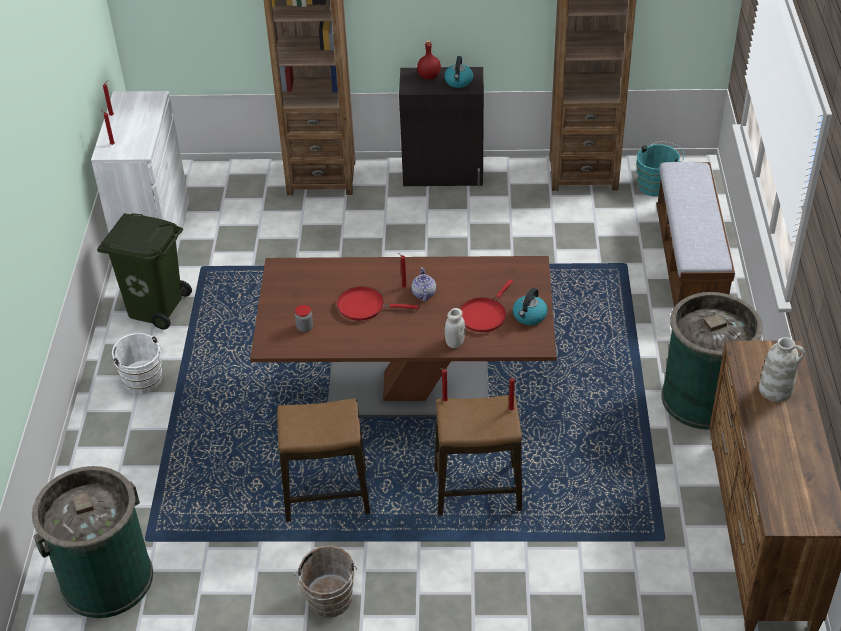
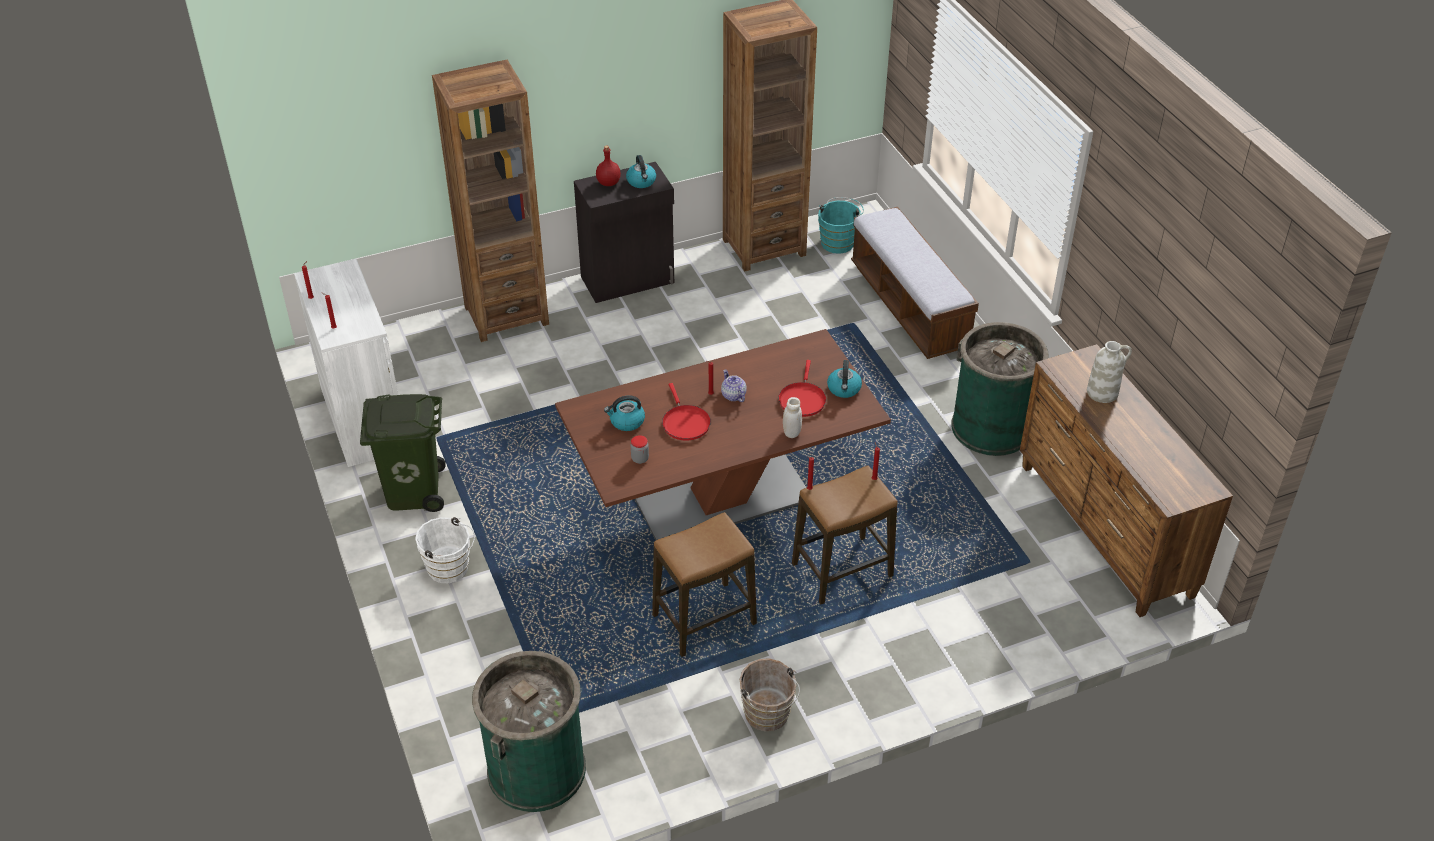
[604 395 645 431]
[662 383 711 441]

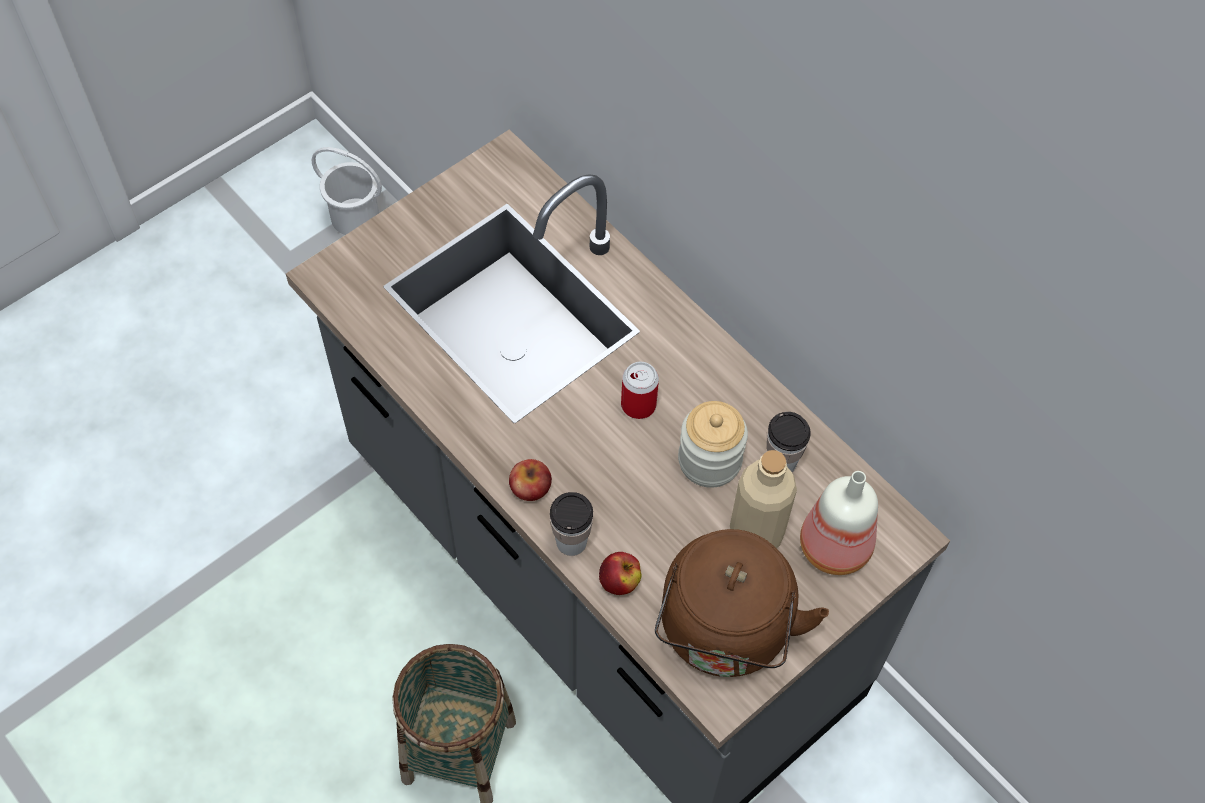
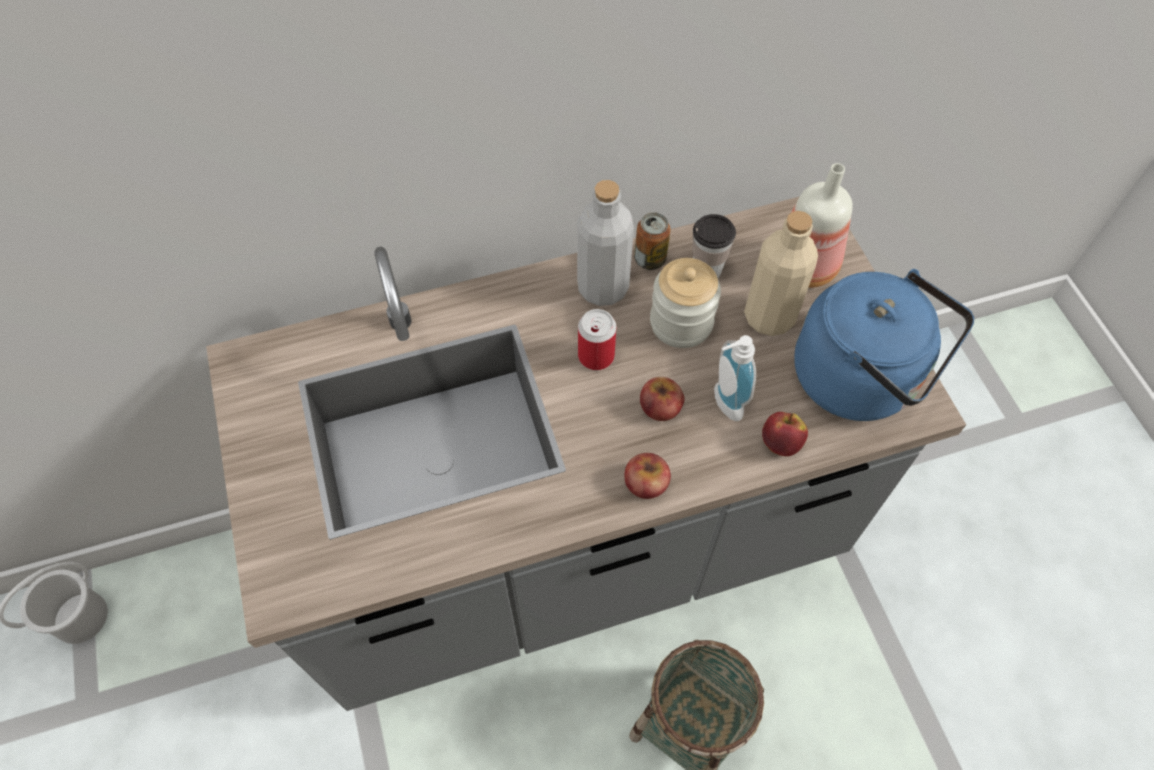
[550 492 593 556] (first image)
[577 180 634 306]
[634 213 671 270]
[640 377 685 421]
[714 335 756 421]
[794 269 974 421]

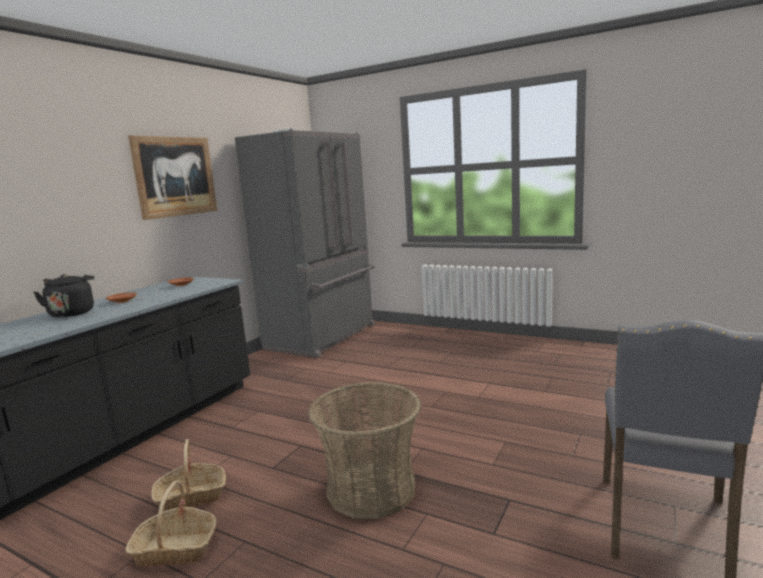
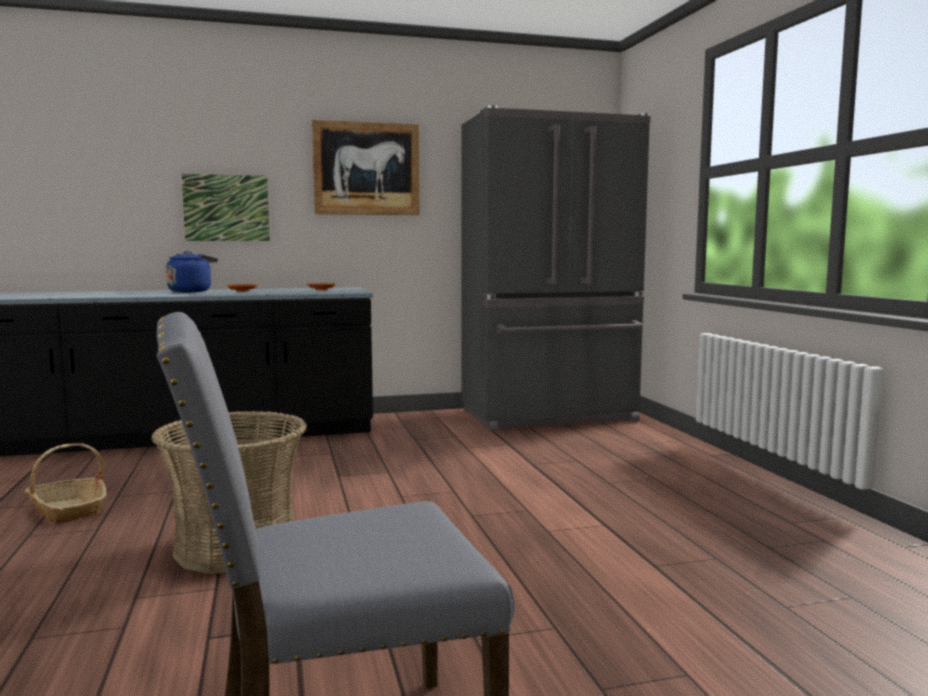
[151 439 226 512] (first image)
[182 174 270 241]
[166 251 218 292]

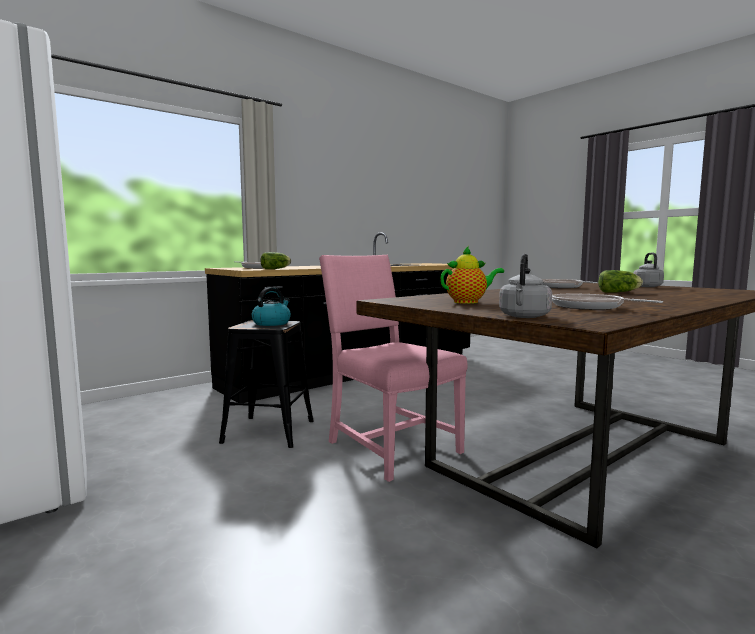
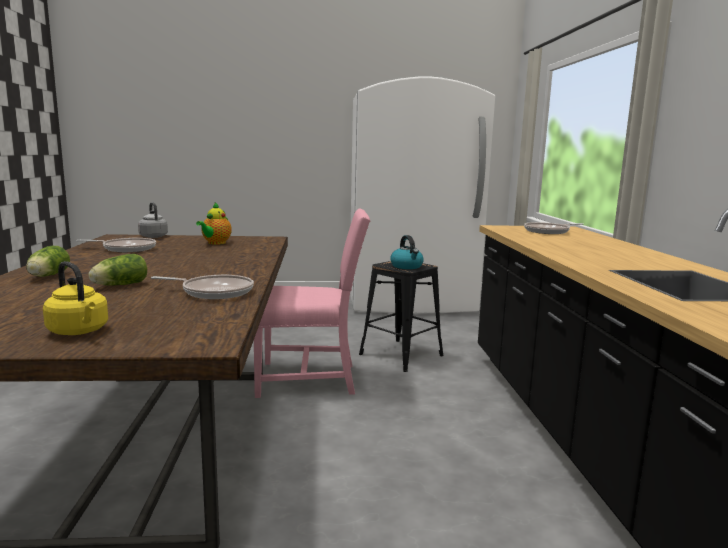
[26 246 70 277]
[43 261 108 335]

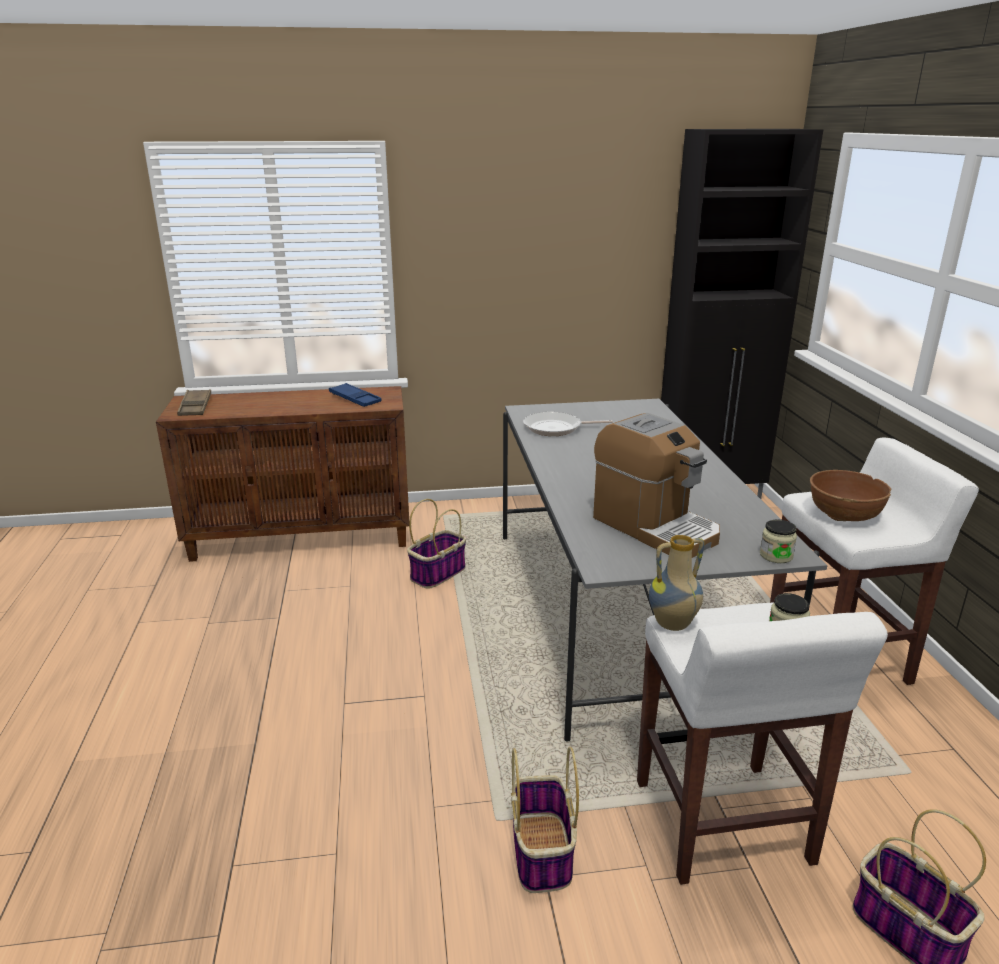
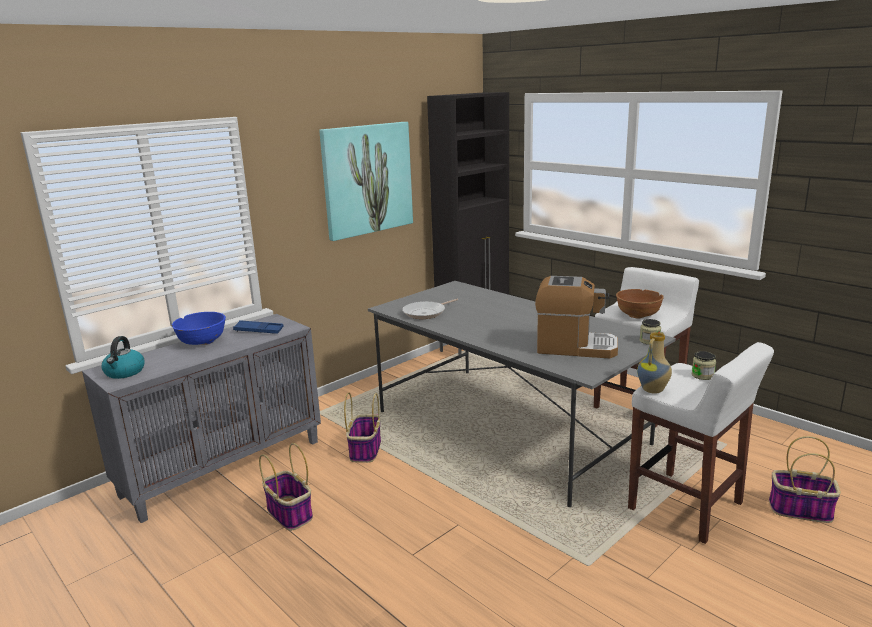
[172 312 226 345]
[319 122 413 241]
[259 443 313 531]
[101 336 145 379]
[82 314 321 523]

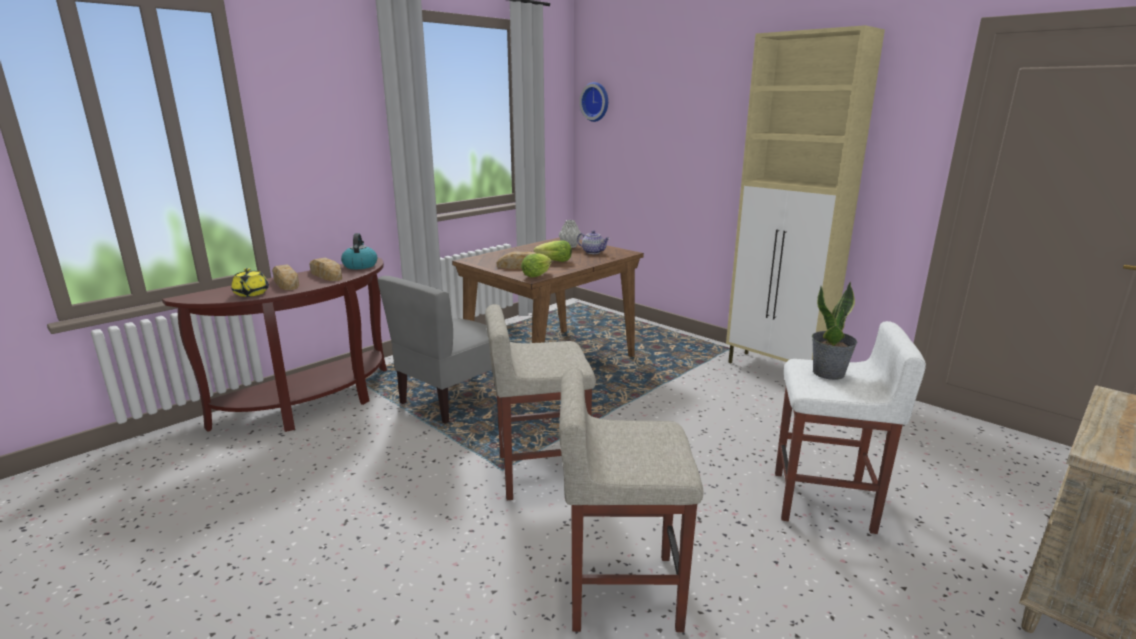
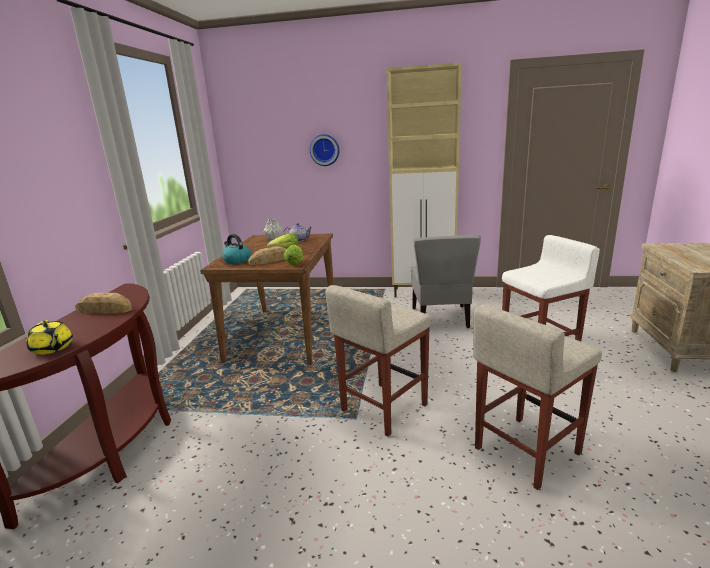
[272 264 299 290] (first image)
[812 282 857 380] (first image)
[222 234 251 264]
[411 235 481 328]
[310 134 339 166]

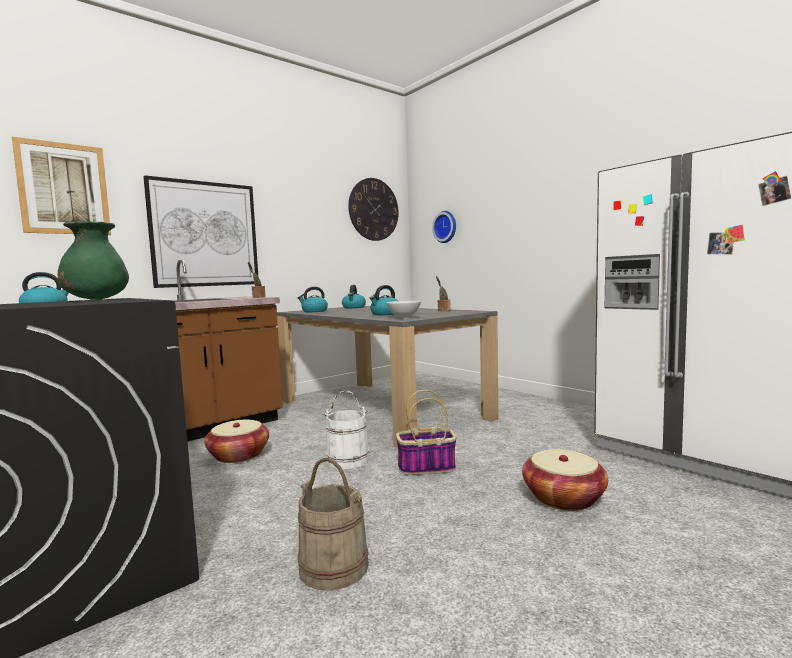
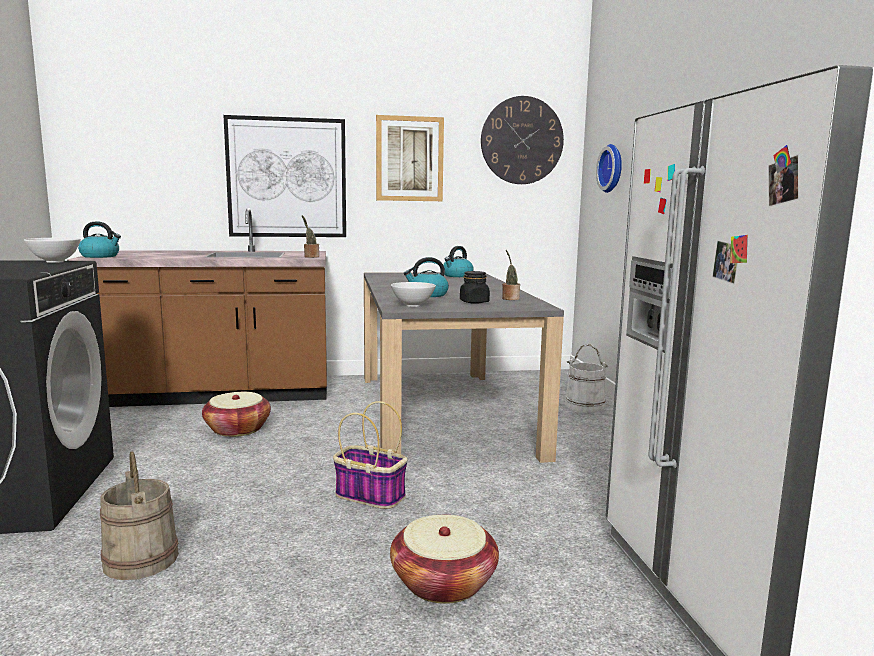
[298 287 328 312] (first image)
[460 271 490 304]
[376 115 444 201]
[565 344 609 413]
[24 238 81 263]

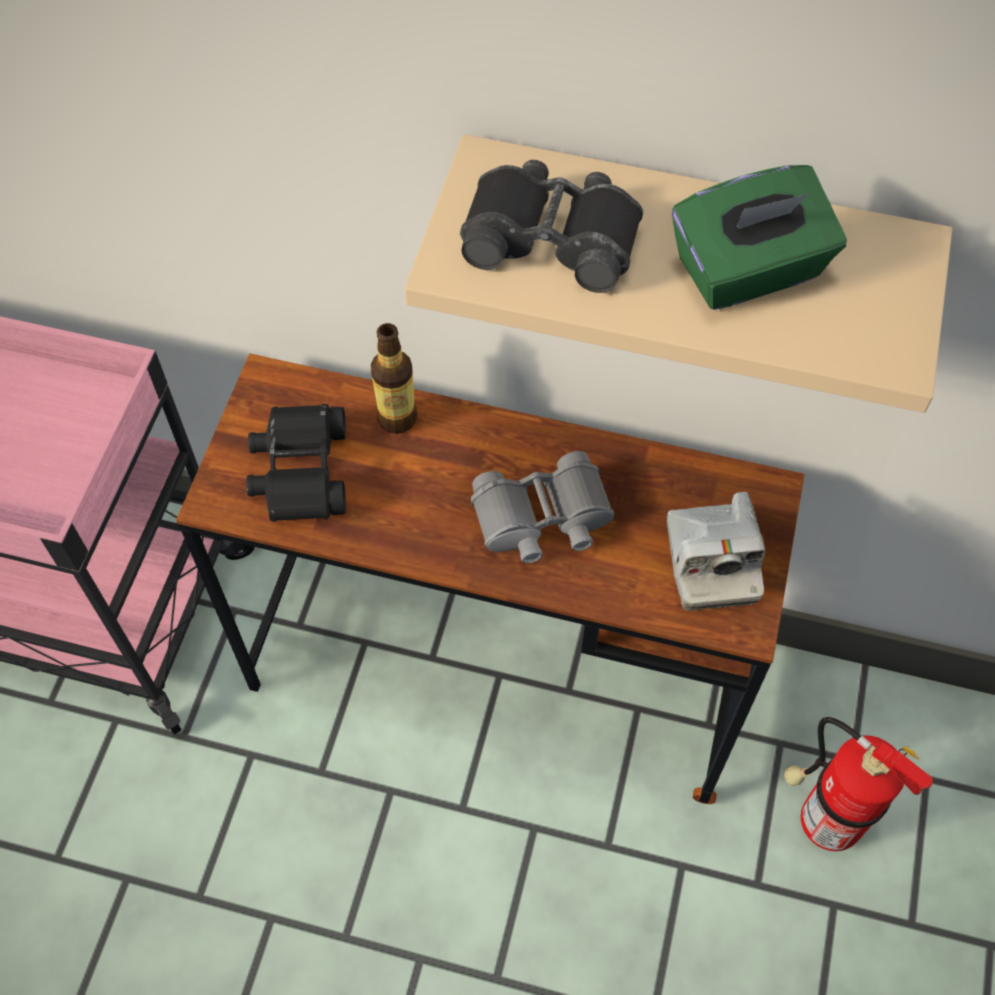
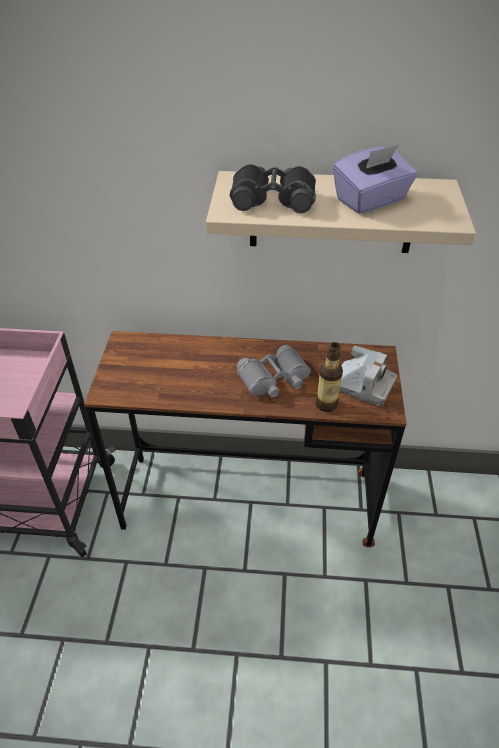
[246 404 346 522] (first image)
[784 717 933 851] (first image)
[315 342 343 412]
[333 145 418 214]
[339 345 397 406]

